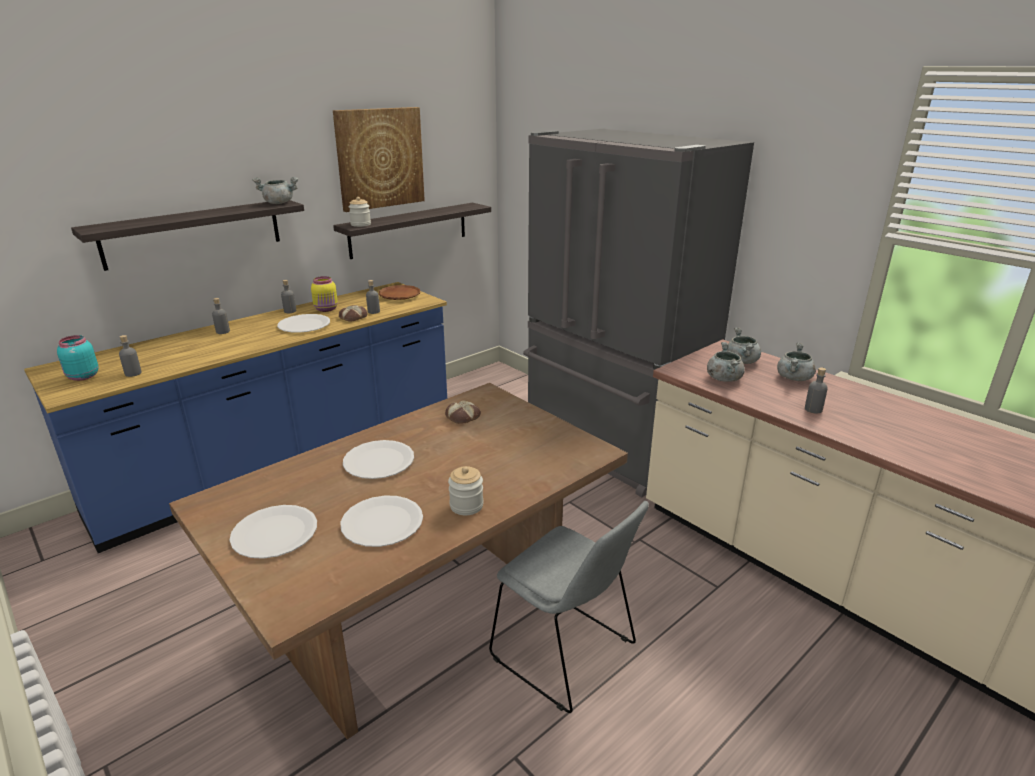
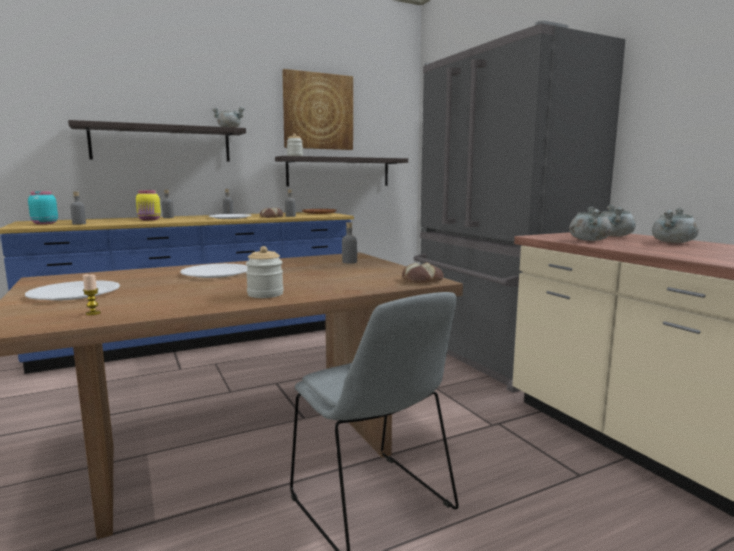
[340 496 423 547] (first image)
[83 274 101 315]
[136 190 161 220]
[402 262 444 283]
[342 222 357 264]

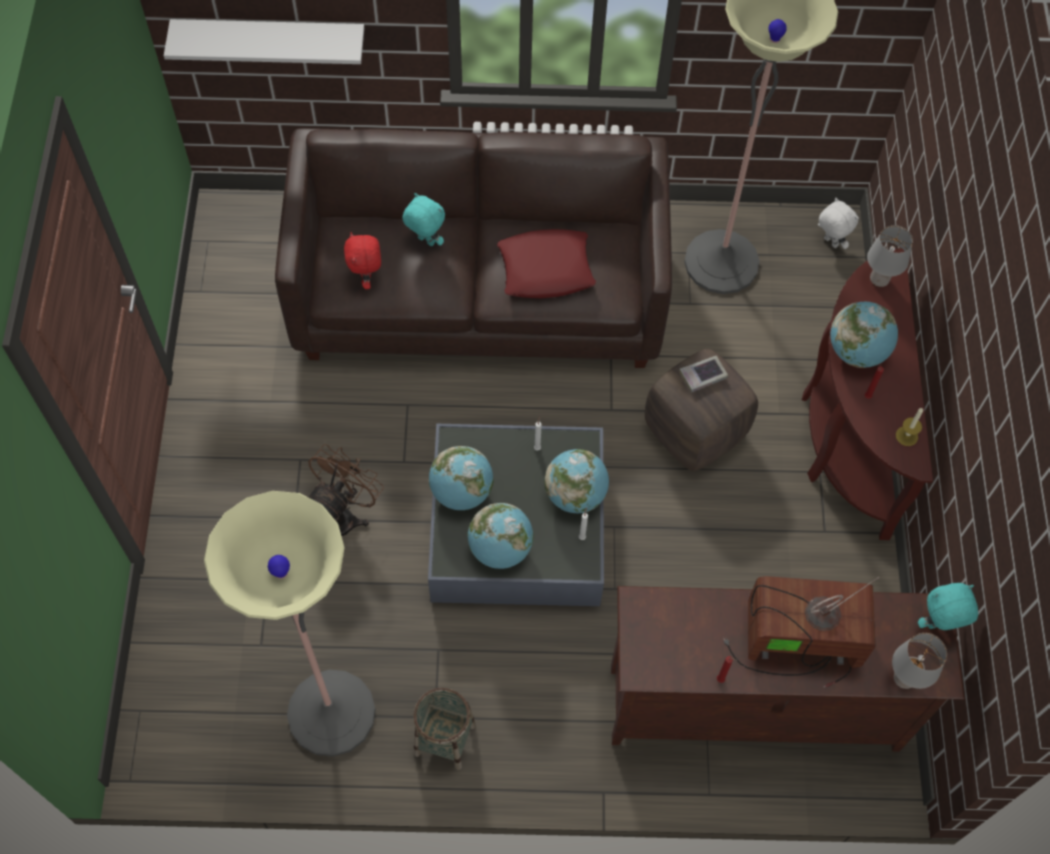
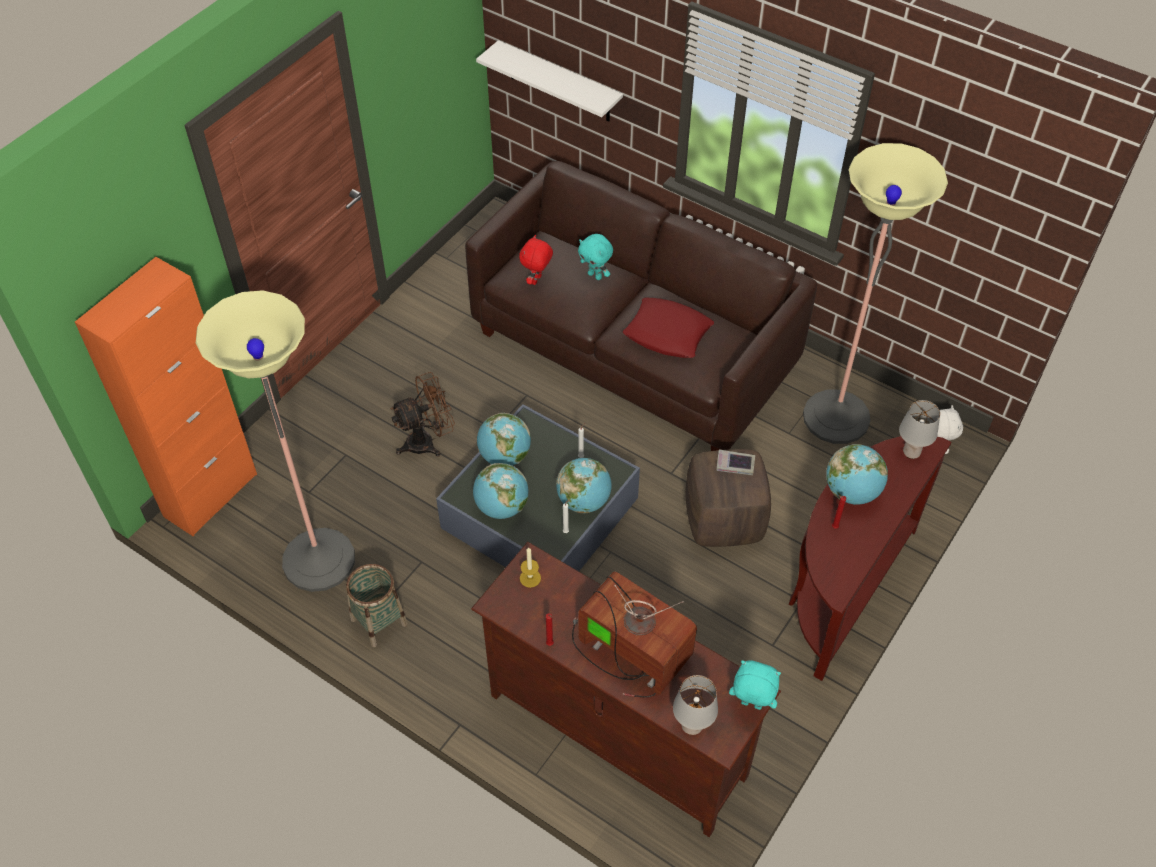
[75 257 257 536]
[520 547 541 588]
[578 234 613 280]

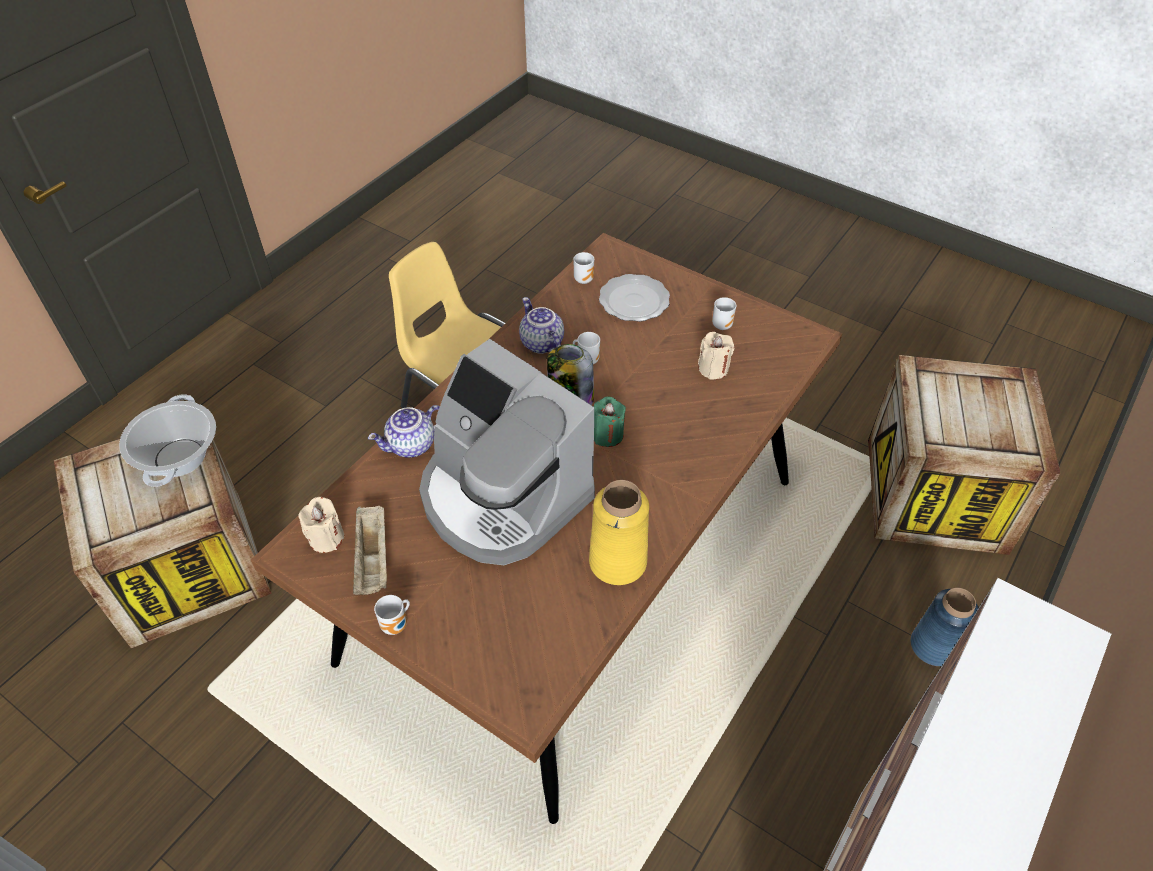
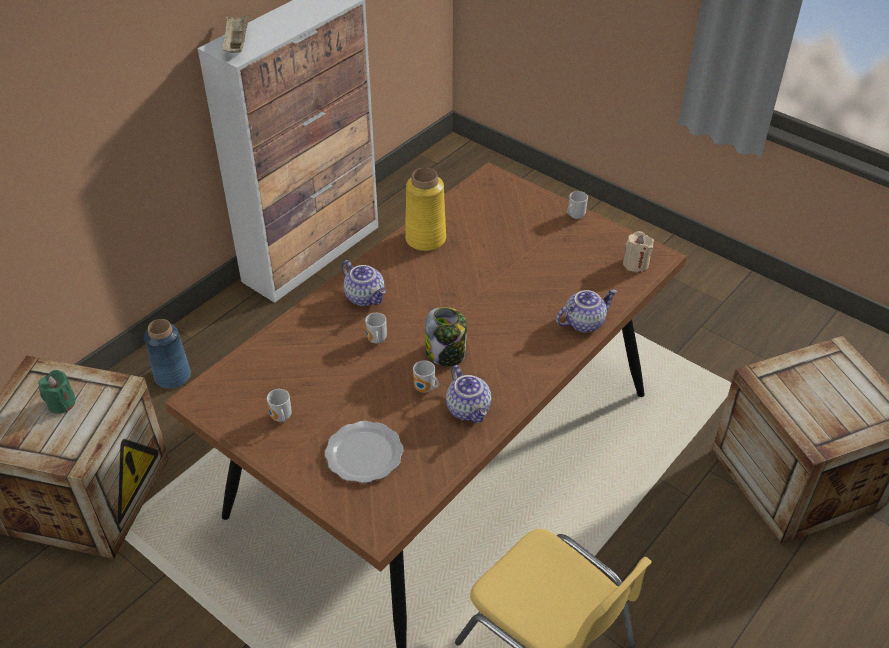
[119 394 216 487] (first image)
[419 339 595 565] (first image)
[698 332 734 380] (first image)
[342 260 386 306]
[222 15 249 53]
[365 313 387 343]
[38 370 76 414]

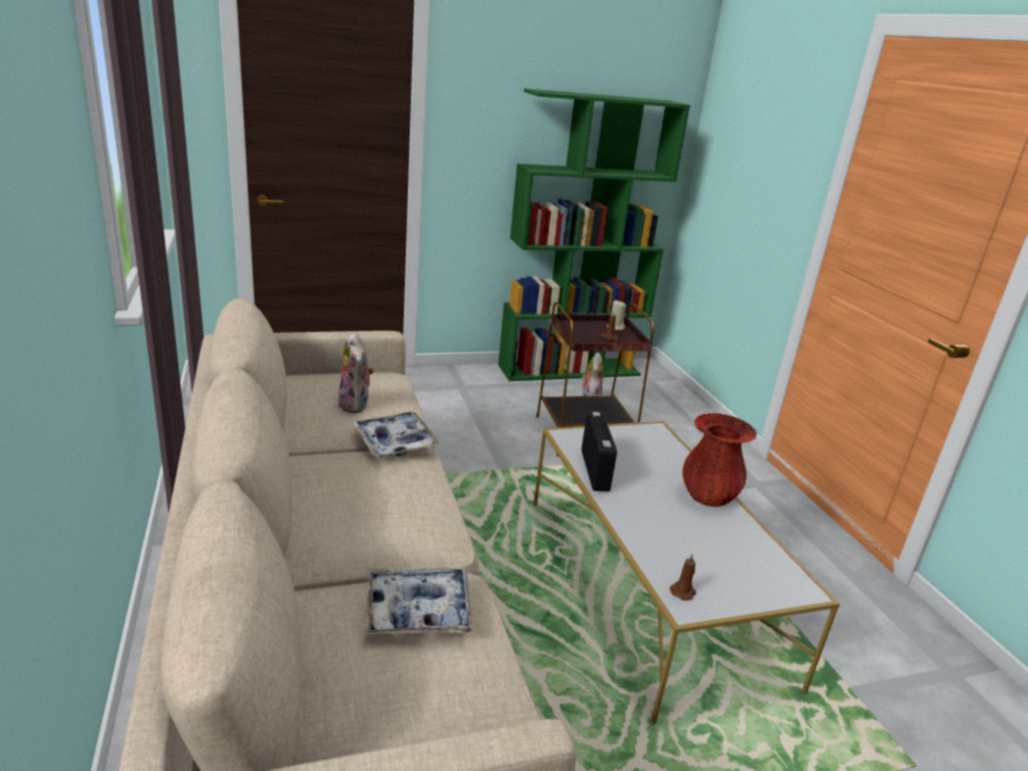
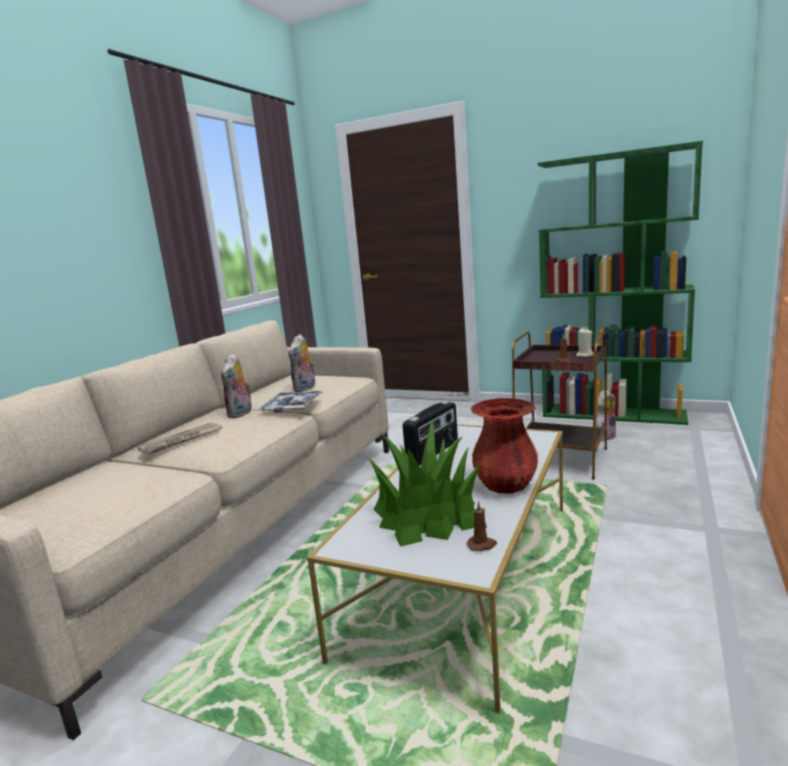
[364 567 472 634] (first image)
[138 422 222 455]
[221 353 252 418]
[368 419 481 547]
[467 501 497 551]

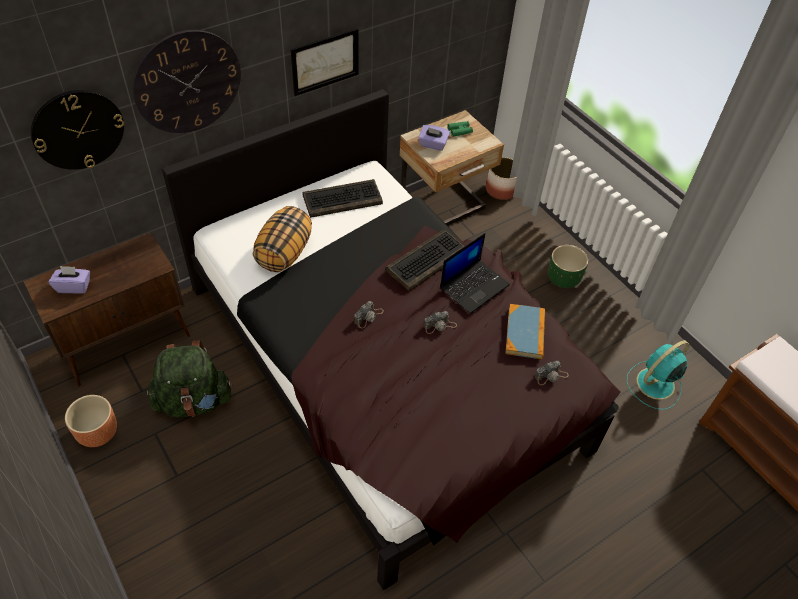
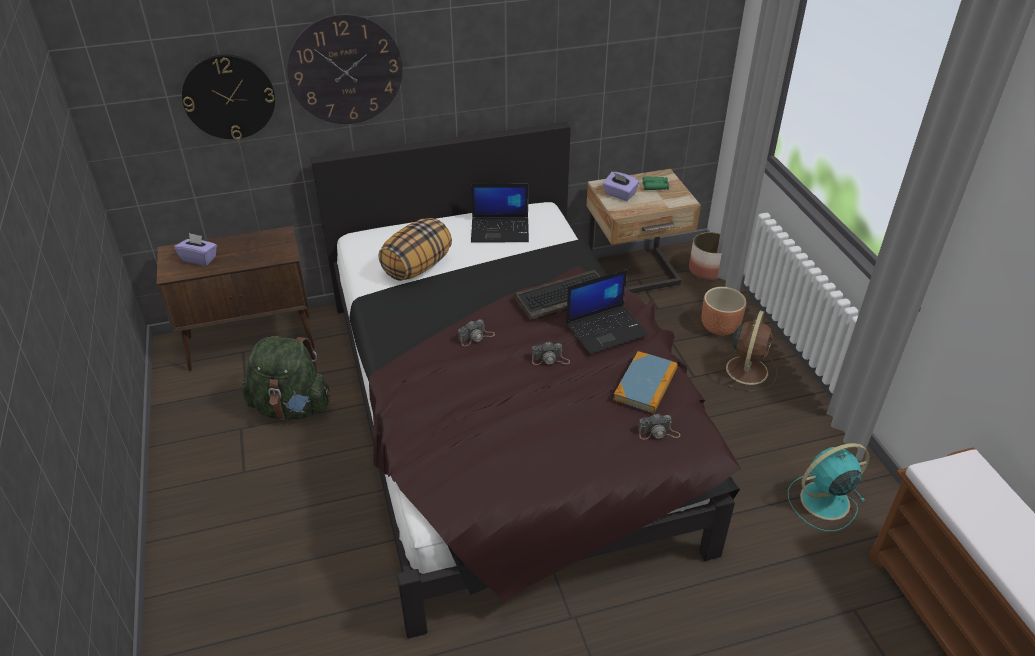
[291 28 359 96] (first image)
[702 287 746 335]
[471 183 529 242]
[718 311 778 391]

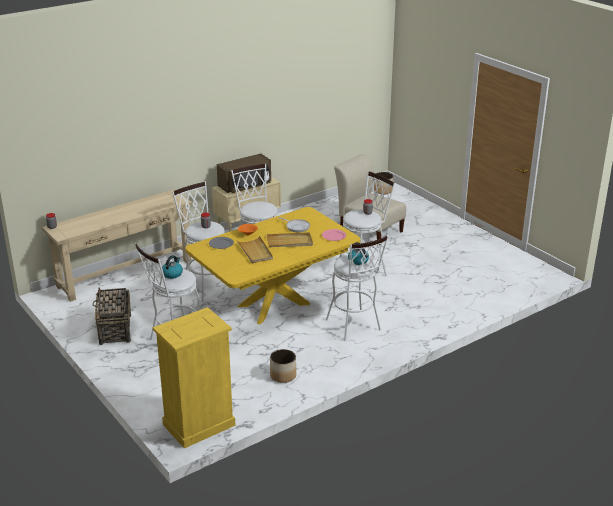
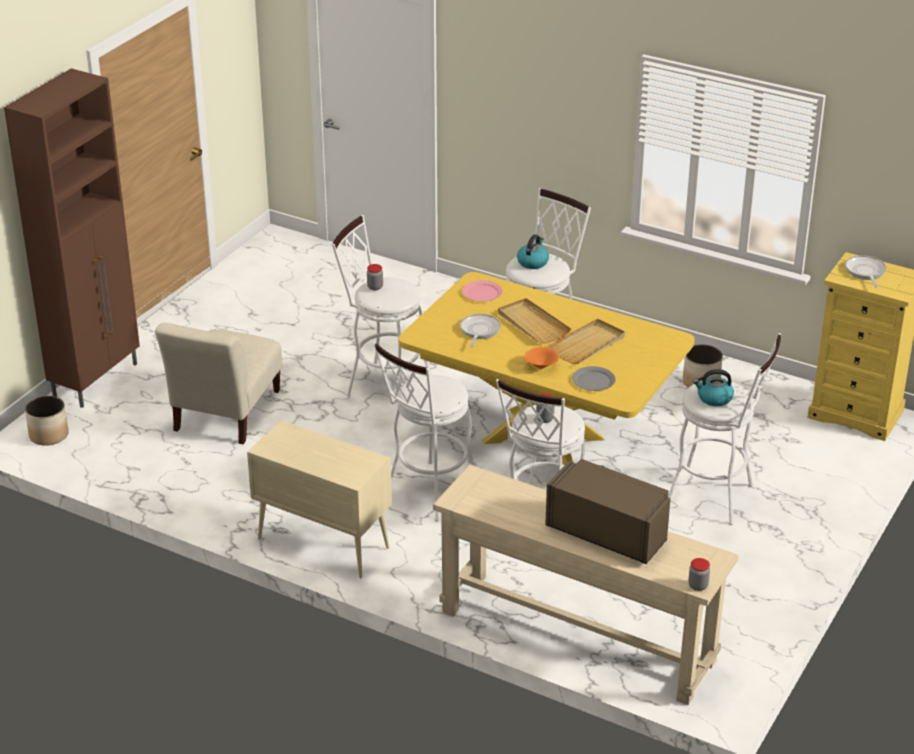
[92 288 131 345] (first image)
[4 68 140 408]
[845 255 886 288]
[545 459 670 564]

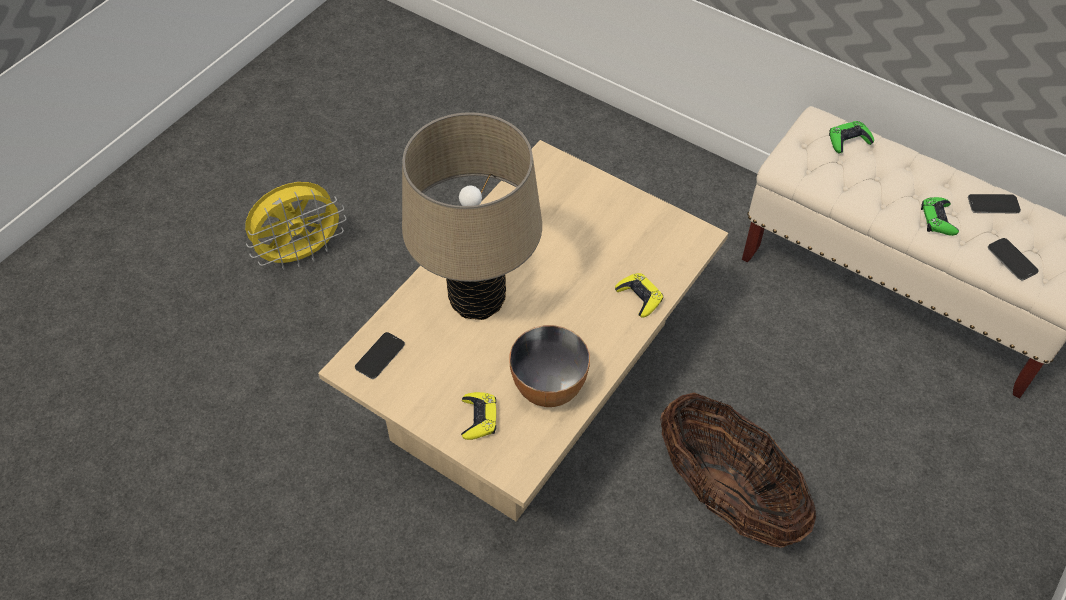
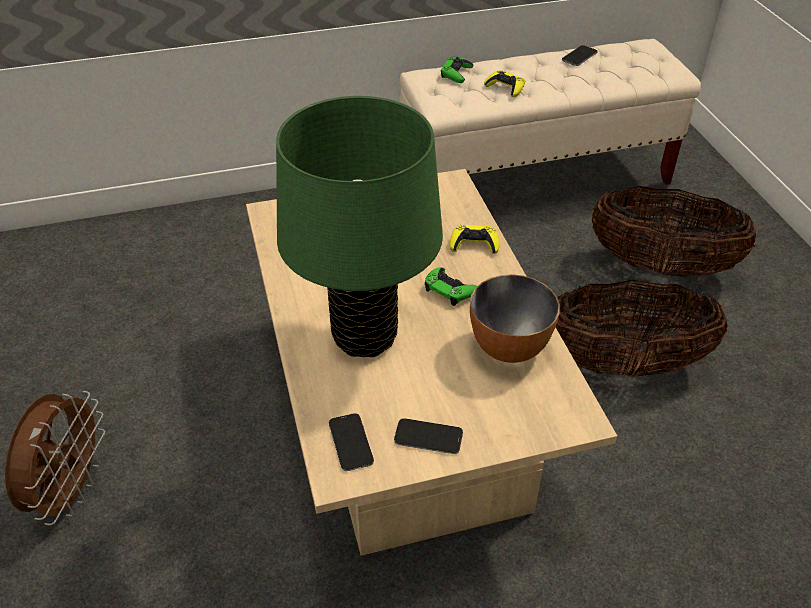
[592 186 757 277]
[484 71 525 97]
[425 267 477 306]
[394 418 463 454]
[5 391 105 525]
[276 96 443 357]

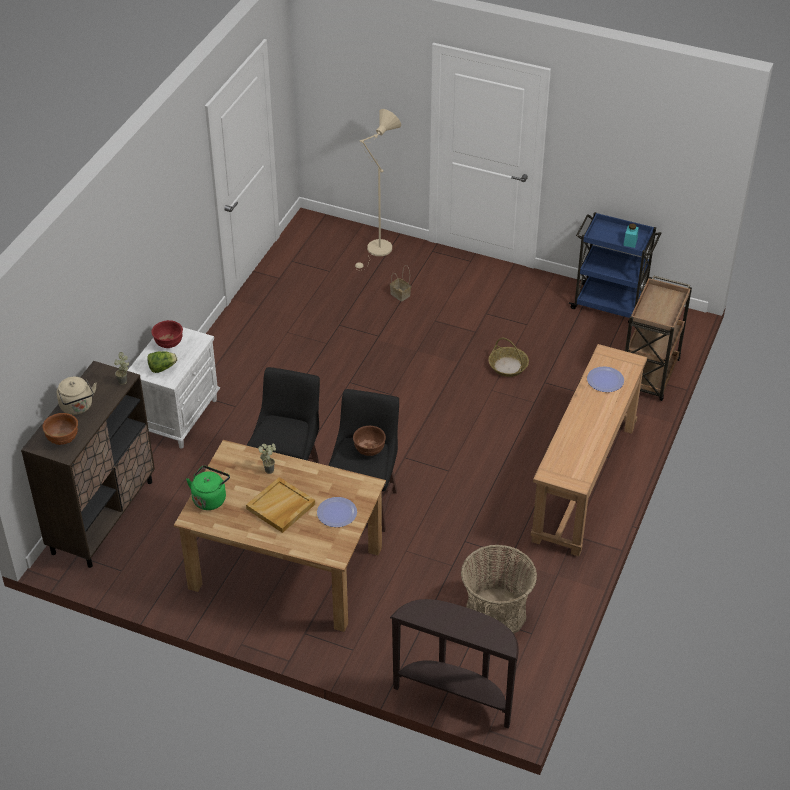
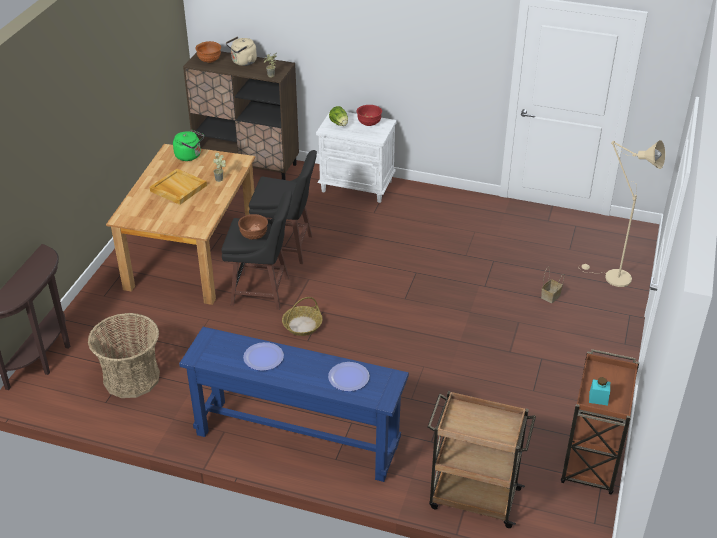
[243 342 284 371]
[282 297 323 336]
[179 327 409 482]
[561 349 639 495]

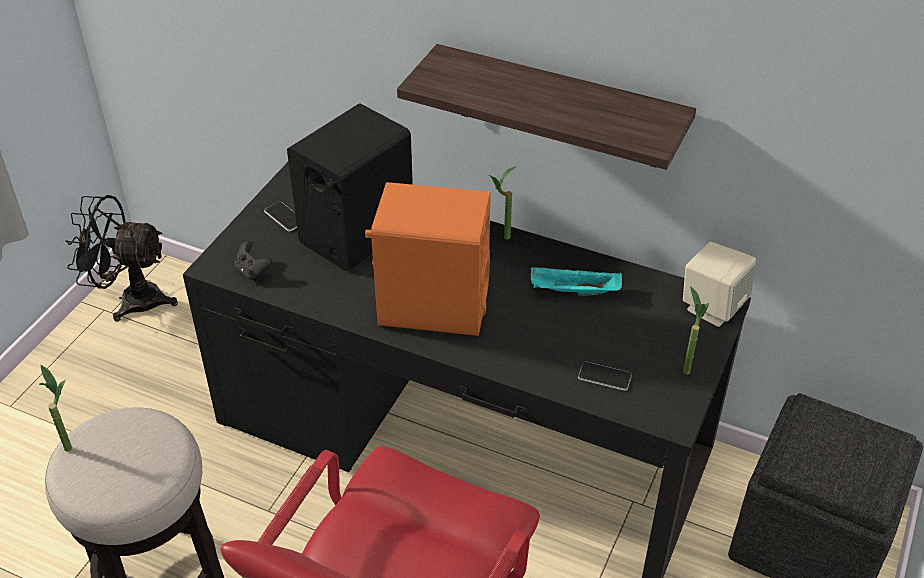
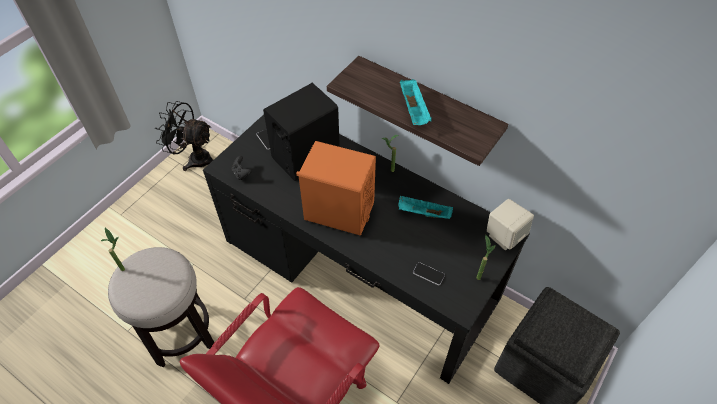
[400 79 432 125]

